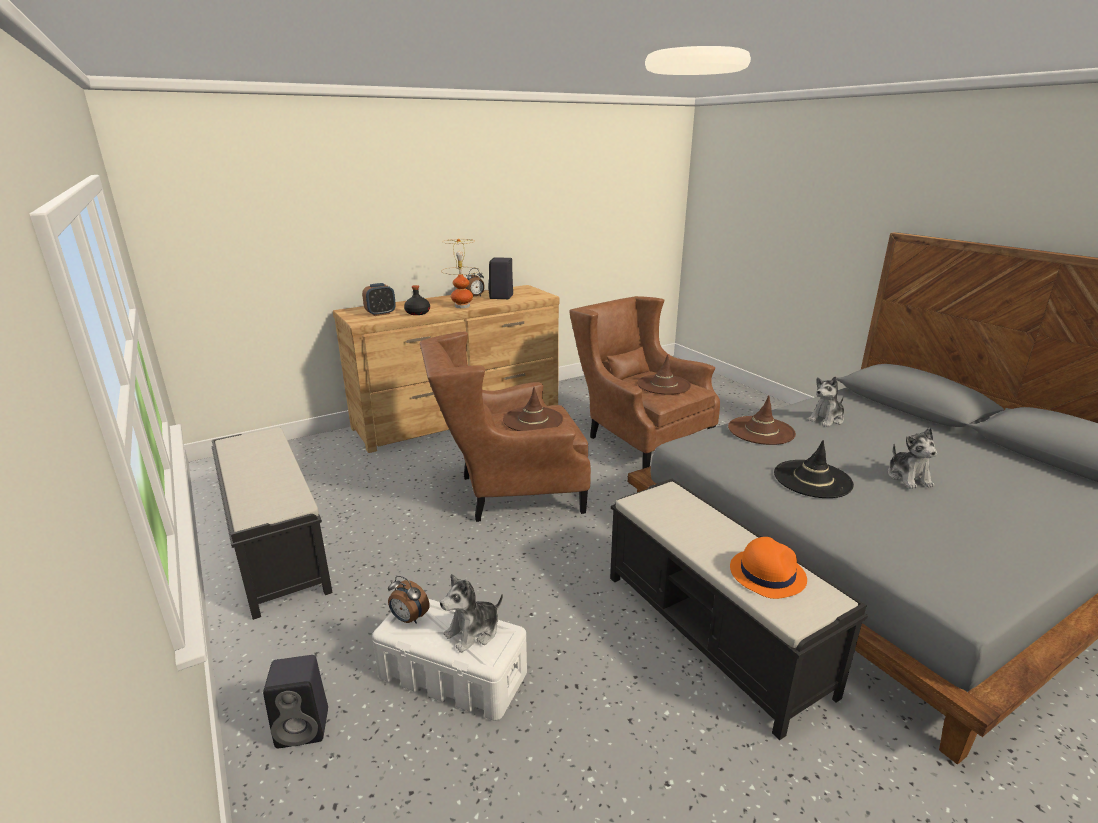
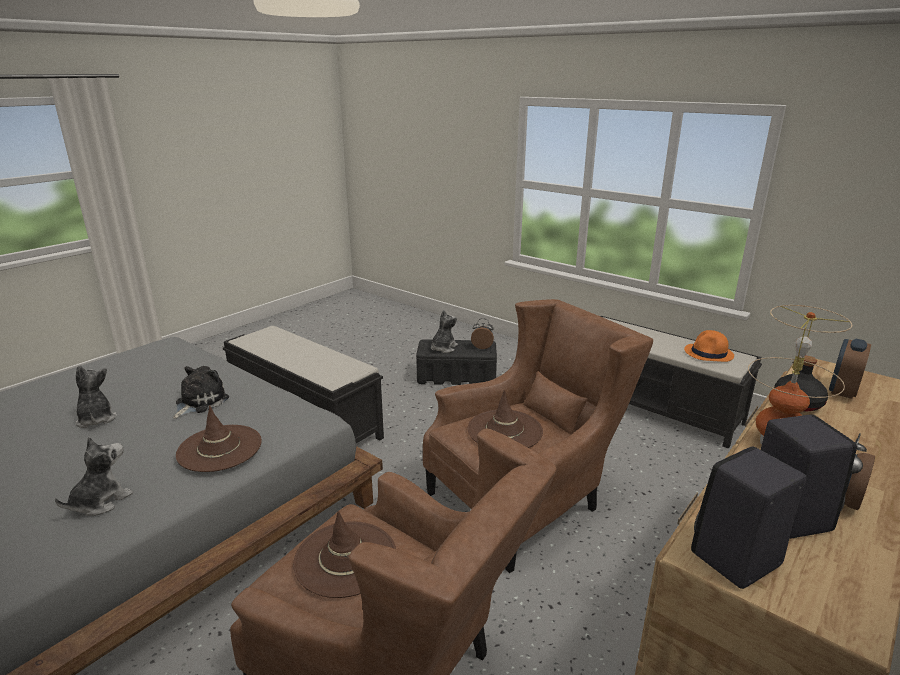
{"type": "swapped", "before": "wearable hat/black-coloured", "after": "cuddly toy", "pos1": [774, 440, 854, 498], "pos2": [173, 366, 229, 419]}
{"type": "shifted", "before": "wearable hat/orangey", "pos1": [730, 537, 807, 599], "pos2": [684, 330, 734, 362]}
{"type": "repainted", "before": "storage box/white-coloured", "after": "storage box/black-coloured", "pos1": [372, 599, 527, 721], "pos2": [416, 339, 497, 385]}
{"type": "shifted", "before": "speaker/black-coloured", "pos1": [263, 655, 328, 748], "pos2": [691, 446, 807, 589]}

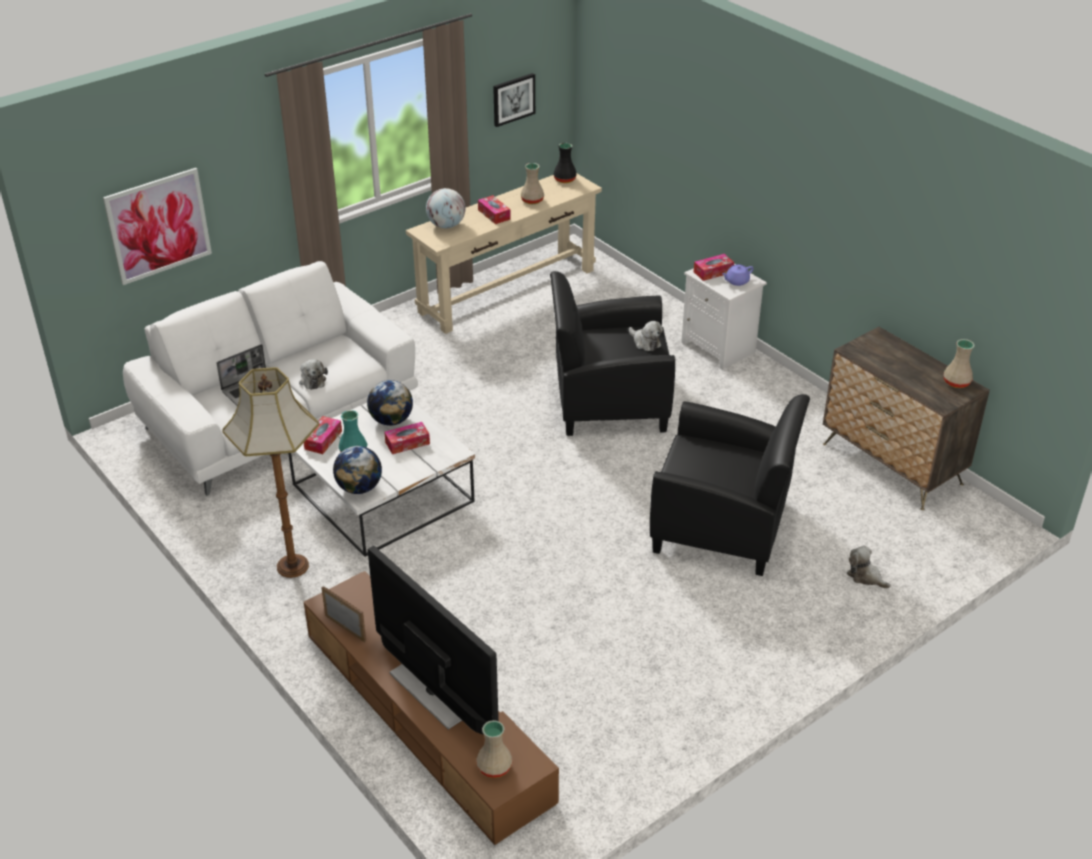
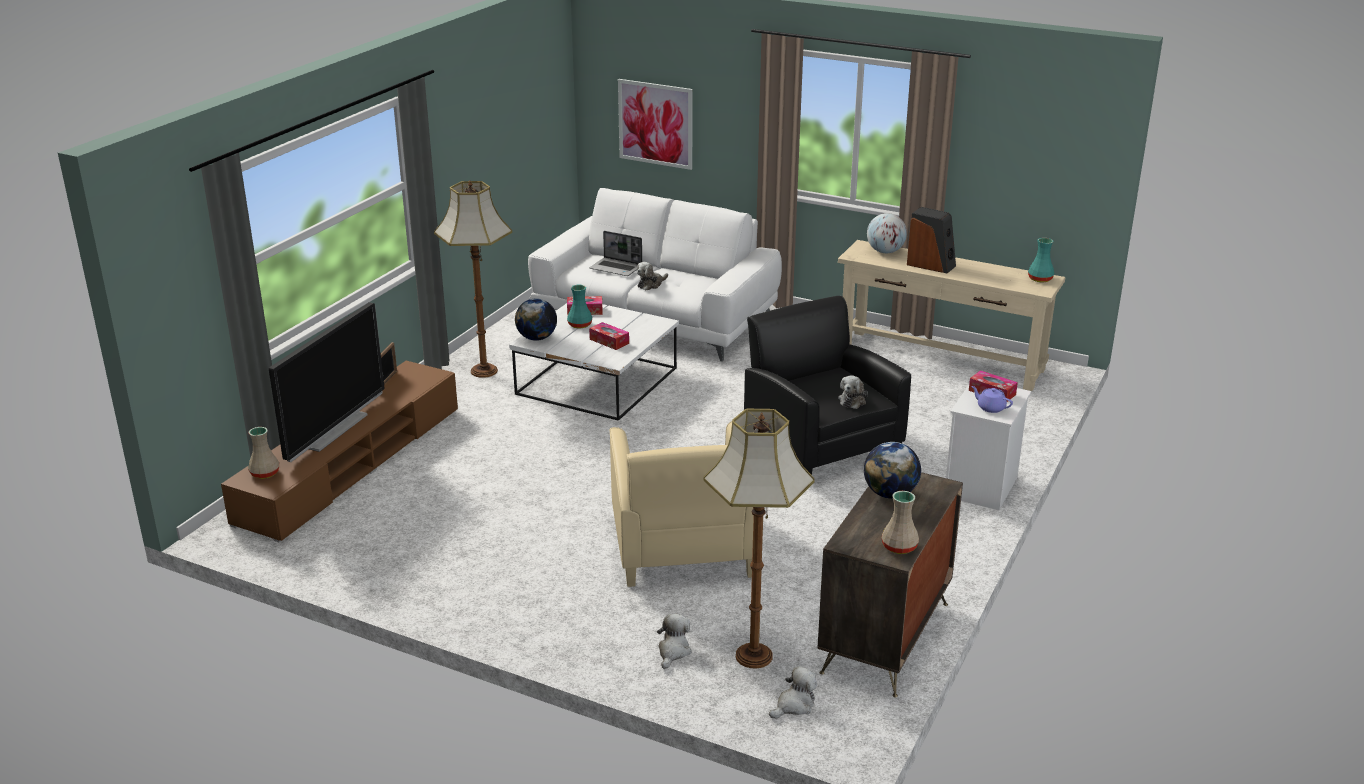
{"type": "gone", "before": "wall art", "pos1": [493, 73, 535, 127]}
{"type": "repainted", "before": "flower vase/black-coloured", "after": "flower vase/turquoise-coloured", "pos1": [554, 143, 577, 183], "pos2": [1028, 238, 1055, 282]}
{"type": "gone", "before": "flower vase/beige", "pos1": [521, 163, 544, 204]}
{"type": "swapped", "before": "box of tissues", "after": "speaker", "pos1": [478, 195, 511, 224], "pos2": [907, 207, 956, 273]}
{"type": "shifted", "before": "world globe", "pos1": [367, 380, 413, 426], "pos2": [864, 442, 921, 499]}
{"type": "repainted", "before": "armchair/black-coloured", "after": "armchair/beige", "pos1": [650, 394, 810, 576], "pos2": [610, 421, 754, 587]}
{"type": "new", "after": "floor lamp", "pos2": [704, 409, 815, 669]}
{"type": "new", "after": "cuddly toy", "pos2": [769, 666, 817, 718]}

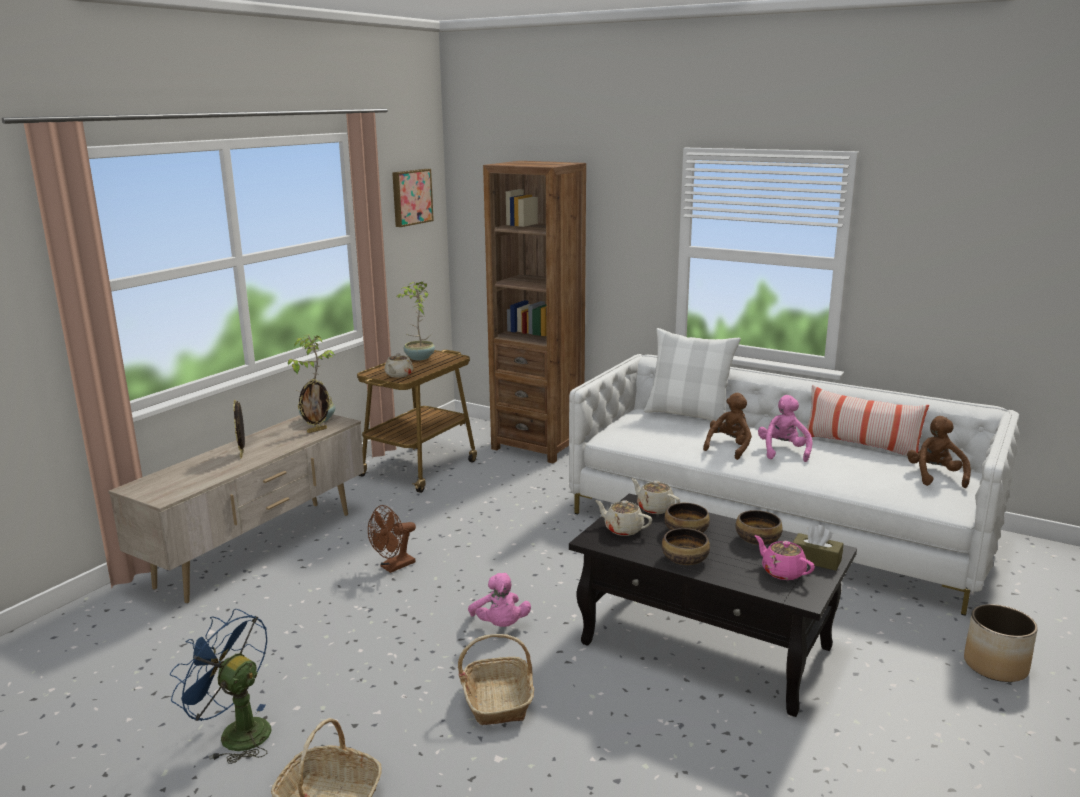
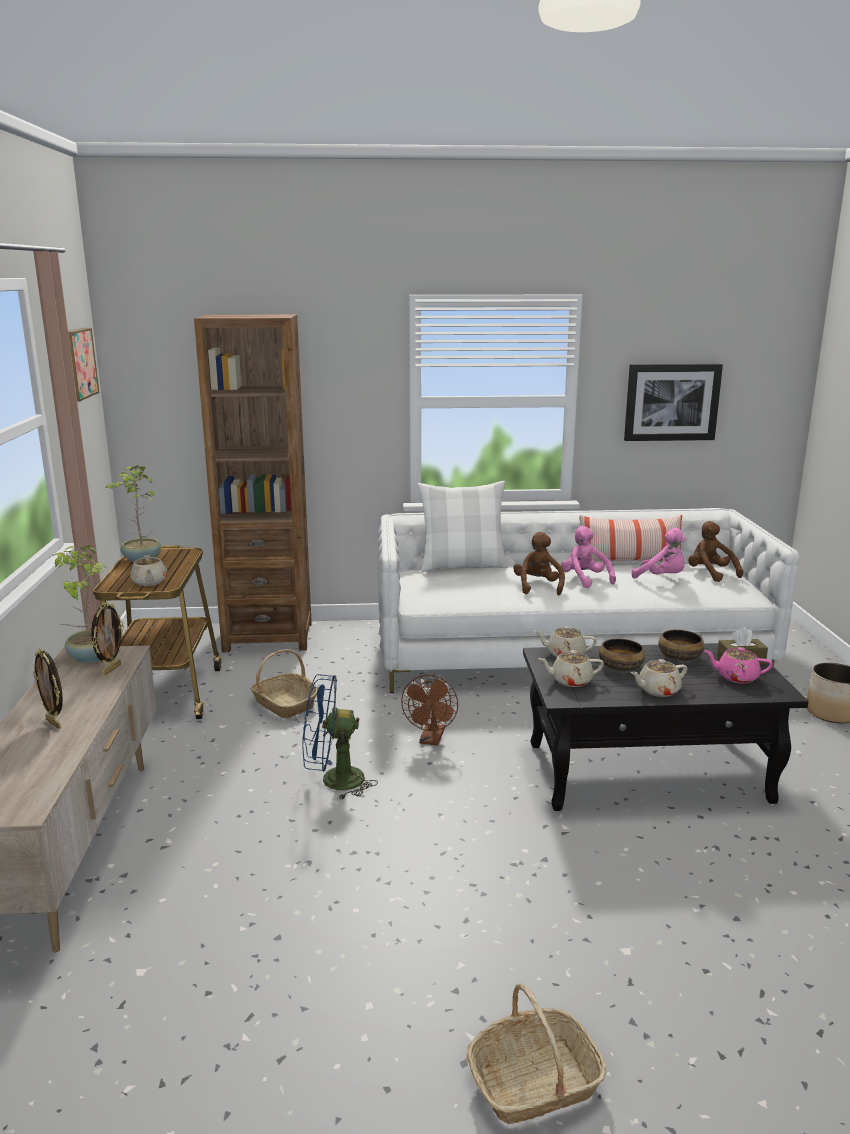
{"type": "shifted", "before": "cooling fan/brown-coloured", "pos1": [368, 505, 416, 573], "pos2": [401, 675, 458, 746]}
{"type": "swapped", "before": "deep dish", "after": "pot for tea/beige", "pos1": [662, 528, 710, 565], "pos2": [631, 659, 687, 697]}
{"type": "shifted", "before": "cuddly toy/pink-coloured", "pos1": [468, 573, 531, 627], "pos2": [632, 528, 686, 579]}
{"type": "shifted", "before": "cooling fan/blue", "pos1": [170, 609, 271, 764], "pos2": [302, 674, 378, 800]}
{"type": "shifted", "before": "basket", "pos1": [458, 634, 534, 725], "pos2": [250, 649, 318, 718]}
{"type": "new", "after": "wall art", "pos2": [624, 364, 723, 441]}

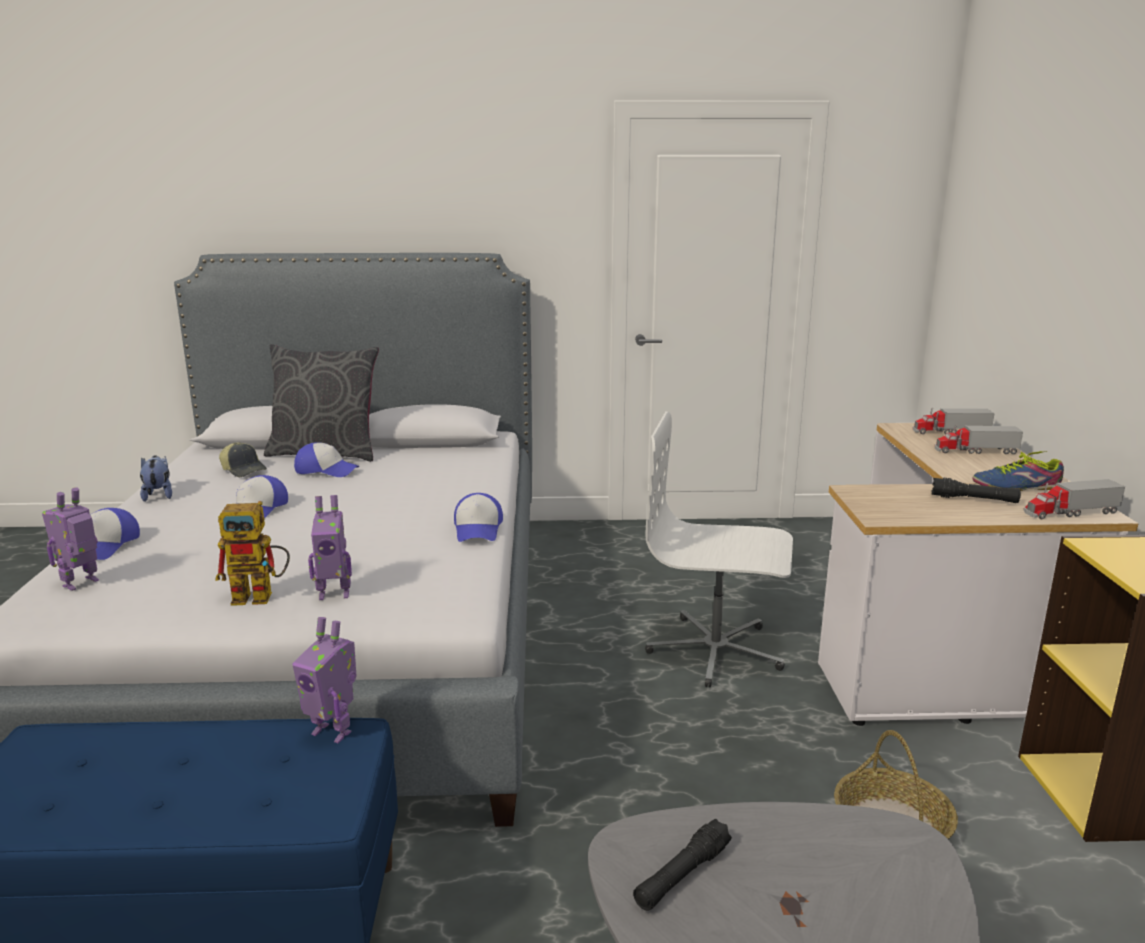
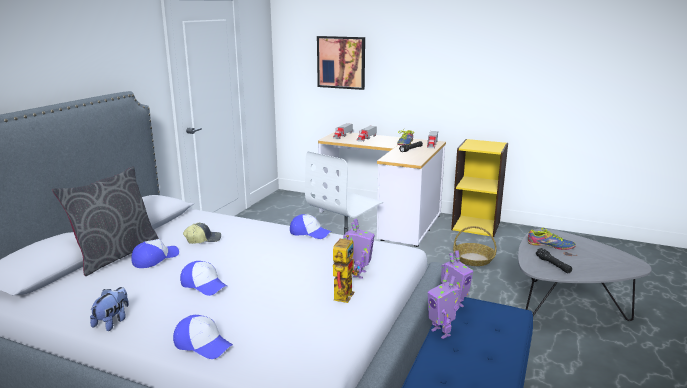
{"type": "shifted", "before": "cap", "pos1": [219, 442, 267, 477], "pos2": [183, 223, 221, 244]}
{"type": "rotated", "before": "cuddly toy", "pos1": [140, 455, 172, 502], "pos2": [90, 287, 129, 331], "turn": 105}
{"type": "shifted", "before": "model robot", "pos1": [42, 488, 99, 591], "pos2": [428, 272, 461, 339]}
{"type": "new", "after": "wall art", "pos2": [317, 36, 365, 90]}
{"type": "new", "after": "low shoe", "pos2": [528, 228, 576, 250]}

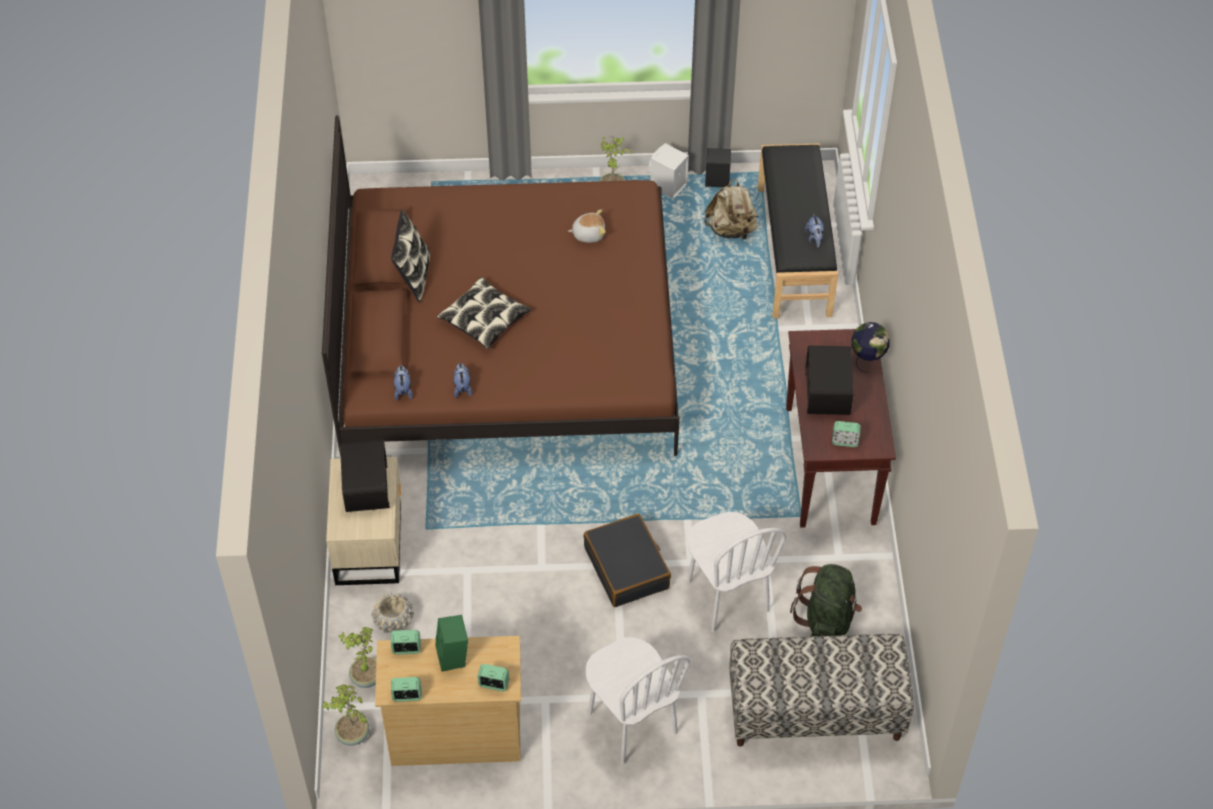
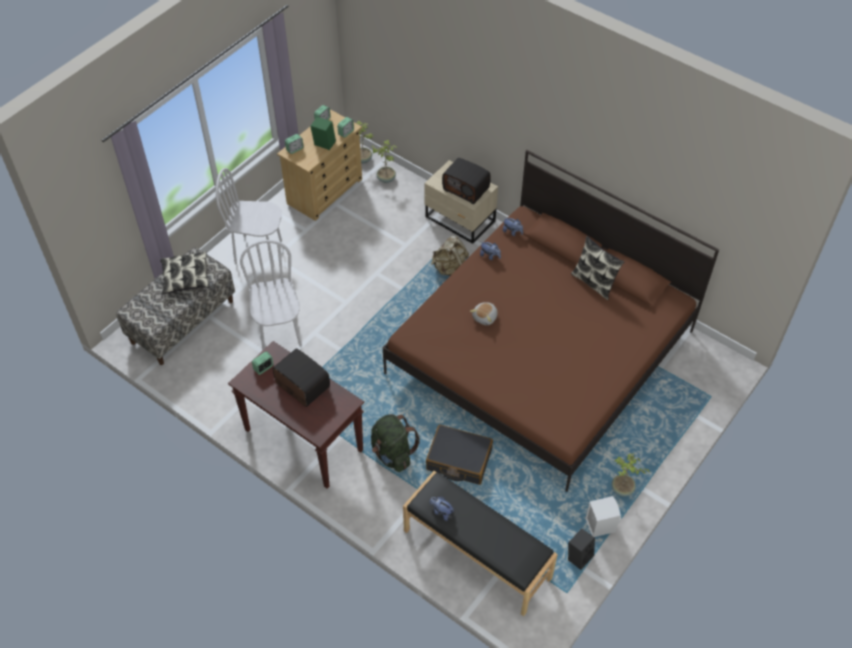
{"type": "shifted", "before": "rucksack/beige", "pos1": [704, 179, 759, 240], "pos2": [431, 236, 469, 276]}
{"type": "shifted", "before": "cuddly toy", "pos1": [568, 209, 606, 243], "pos2": [470, 302, 498, 325]}
{"type": "shifted", "before": "throw pillow", "pos1": [437, 277, 531, 350], "pos2": [160, 251, 210, 295]}
{"type": "gone", "before": "world globe", "pos1": [852, 322, 890, 373]}
{"type": "rotated", "before": "chair/white-coloured", "pos1": [687, 512, 786, 632], "pos2": [240, 240, 302, 350], "turn": 60}
{"type": "shifted", "before": "suitcase/black-coloured", "pos1": [584, 514, 671, 607], "pos2": [426, 424, 493, 485]}
{"type": "shifted", "before": "rucksack/greenish", "pos1": [790, 564, 862, 637], "pos2": [371, 414, 420, 472]}
{"type": "gone", "before": "flower pot/beige", "pos1": [371, 593, 414, 633]}

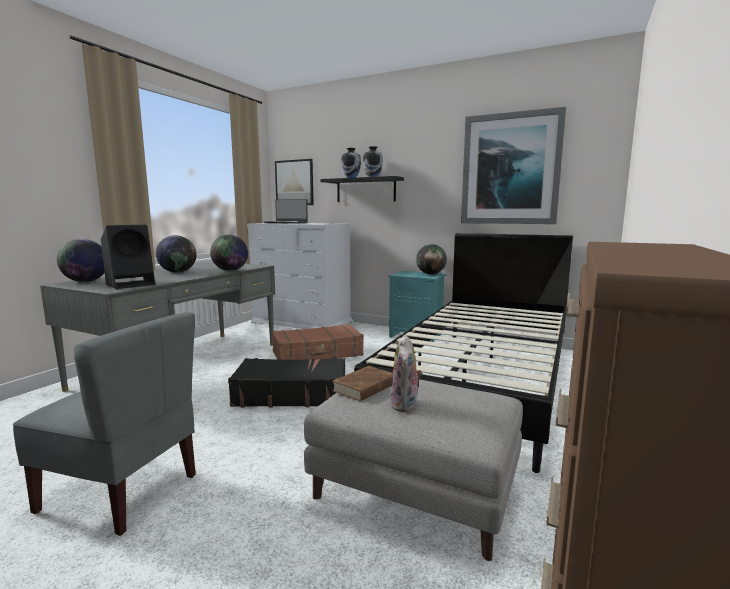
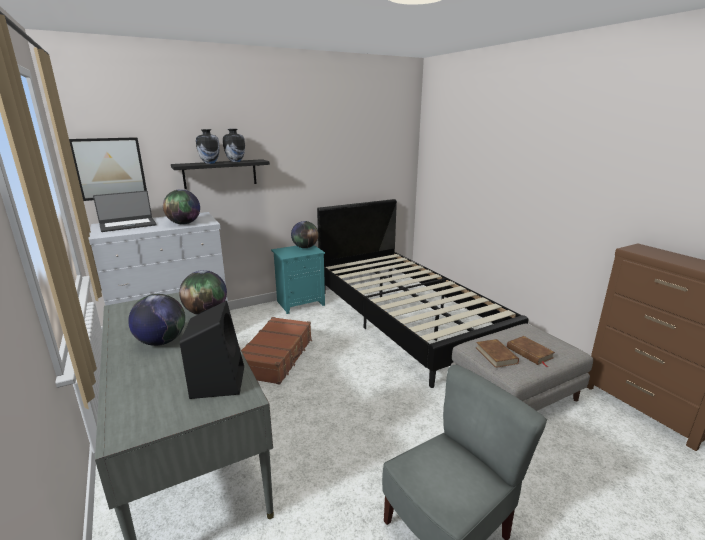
{"type": "gone", "before": "wall art", "pos1": [461, 107, 566, 224]}
{"type": "shifted", "before": "world globe", "pos1": [57, 239, 105, 282], "pos2": [163, 189, 200, 224]}
{"type": "swapped", "before": "cuddly toy", "after": "volume/brown-coloured", "pos1": [390, 335, 423, 412], "pos2": [507, 336, 555, 367]}
{"type": "gone", "before": "suitcase/black-coloured", "pos1": [228, 358, 345, 408]}

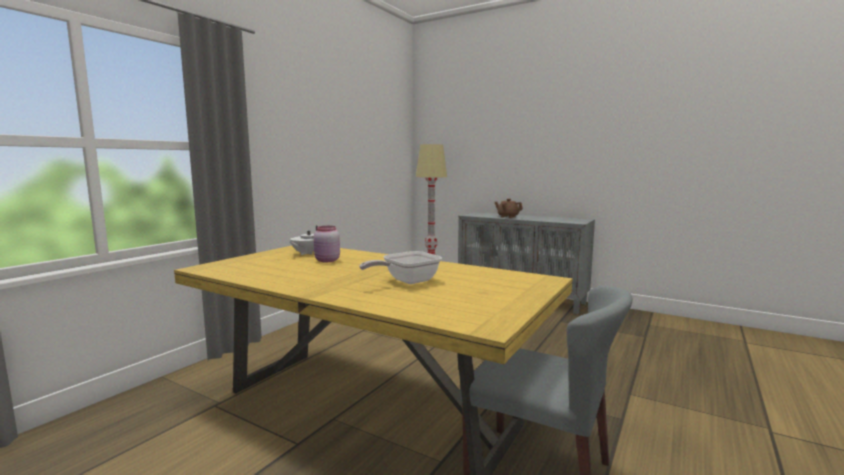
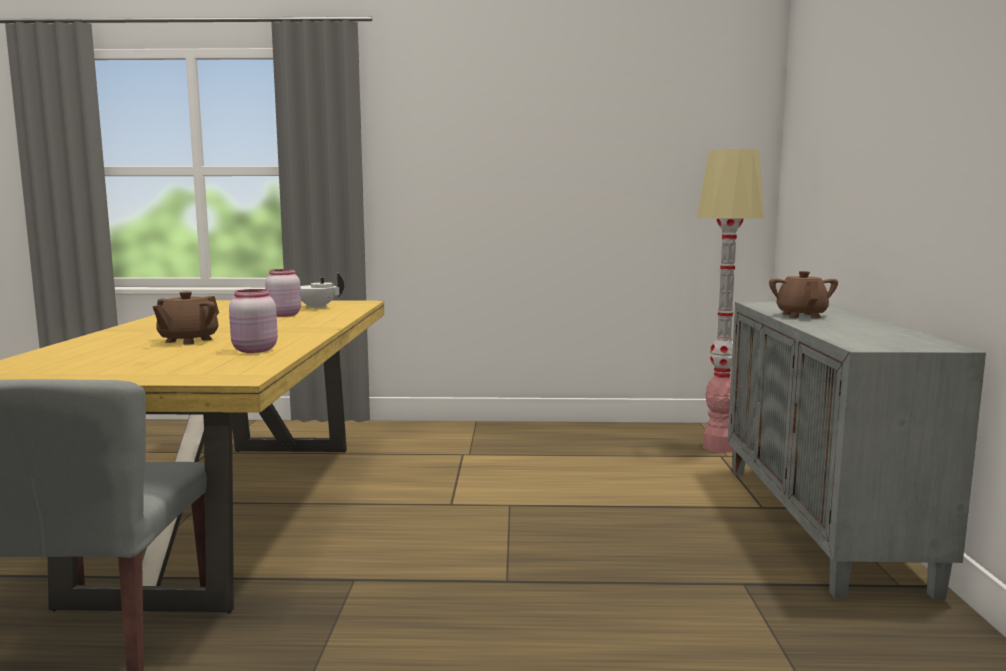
{"type": "swapped", "before": "pan", "after": "pot for tea/brown-coloured", "pos1": [359, 251, 442, 284], "pos2": [153, 291, 219, 344]}
{"type": "new", "after": "storage jar/pink-coloured", "pos2": [229, 289, 278, 353]}

